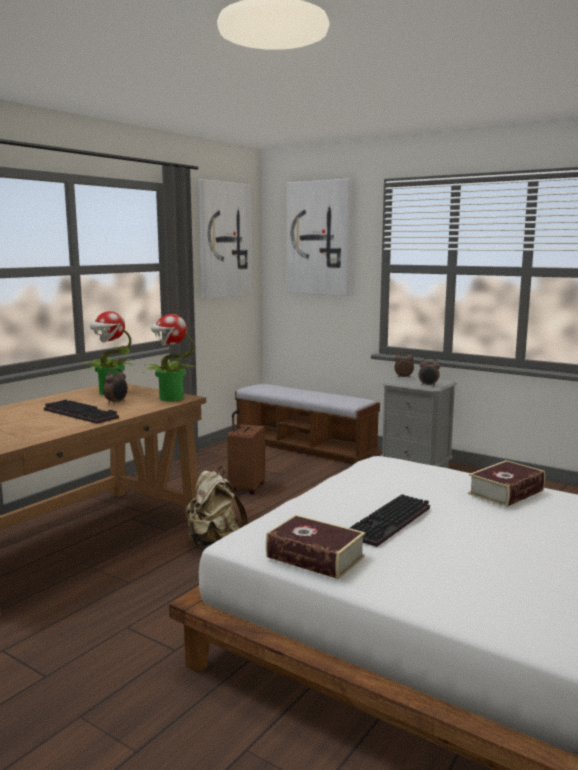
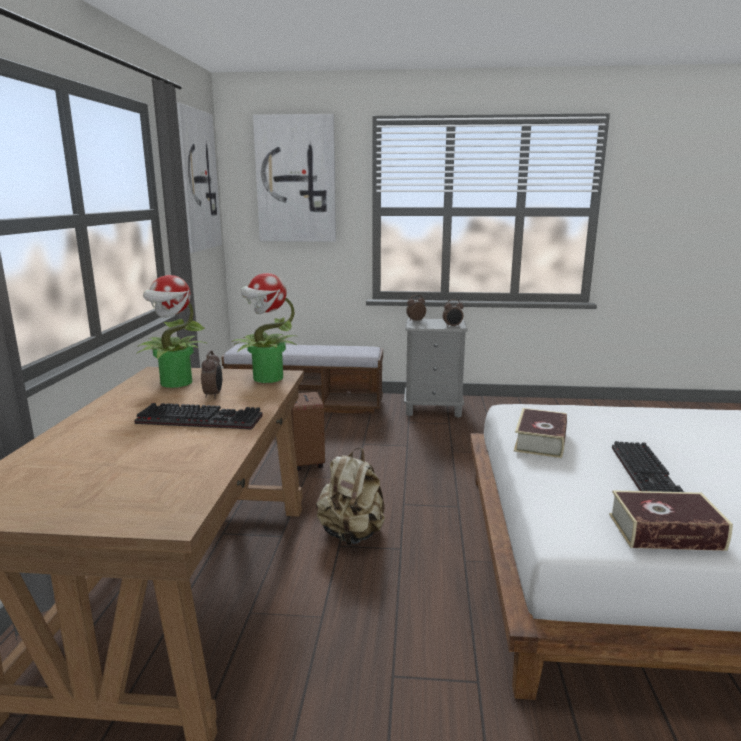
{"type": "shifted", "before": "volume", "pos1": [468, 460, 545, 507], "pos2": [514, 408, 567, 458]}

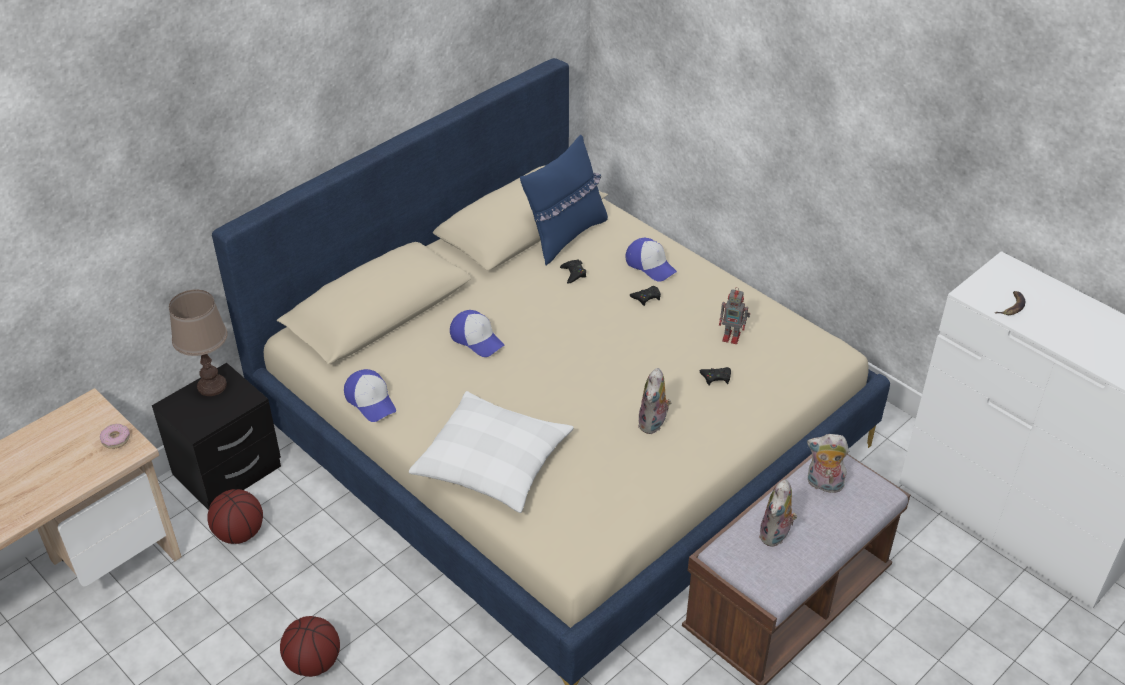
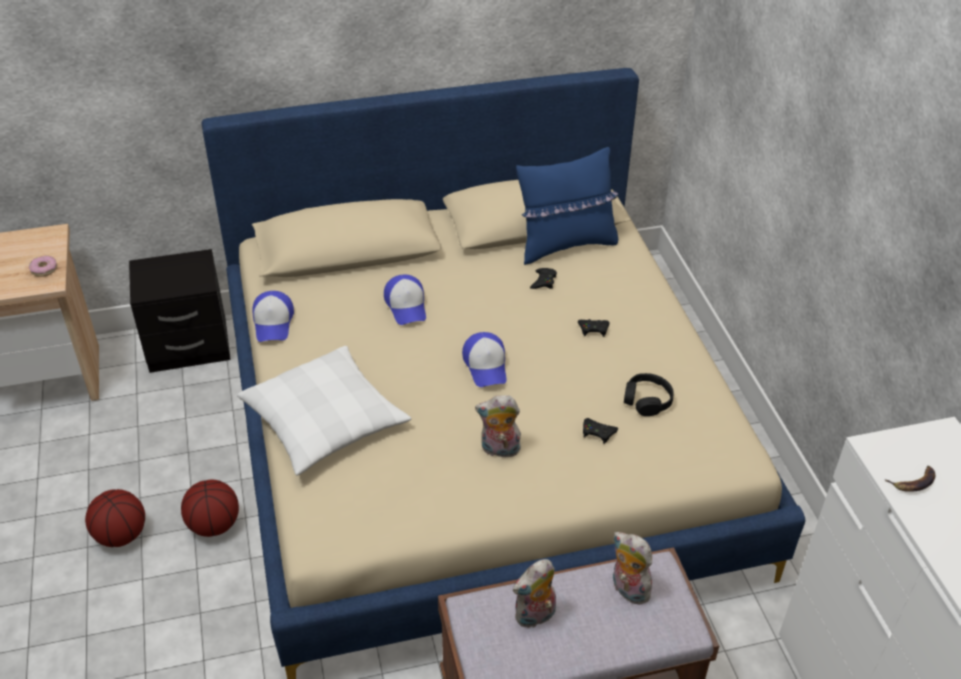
{"type": "shifted", "before": "cap", "pos1": [626, 238, 677, 282], "pos2": [462, 332, 506, 387]}
{"type": "swapped", "before": "model robot", "after": "headset/black-coloured", "pos1": [719, 287, 750, 344], "pos2": [624, 373, 674, 416]}
{"type": "gone", "before": "lamp for a table/brown-coloured", "pos1": [169, 290, 228, 396]}
{"type": "rotated", "before": "cuddly toy", "pos1": [638, 368, 672, 434], "pos2": [475, 395, 521, 458], "turn": 45}
{"type": "shifted", "before": "basketball", "pos1": [207, 489, 263, 544], "pos2": [181, 480, 239, 537]}

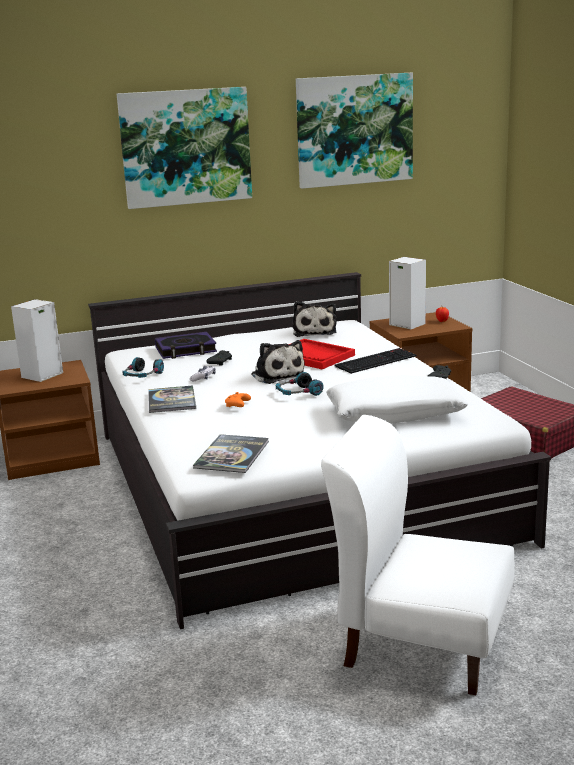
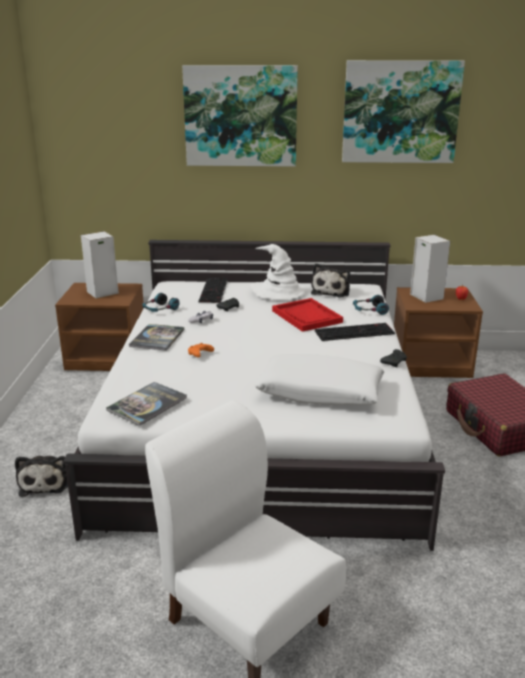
{"type": "swapped", "before": "volume", "after": "PC keyboard", "pos1": [155, 332, 217, 359], "pos2": [198, 278, 228, 303]}
{"type": "shifted", "before": "cuddly toy", "pos1": [251, 340, 305, 384], "pos2": [15, 456, 68, 497]}
{"type": "shifted", "before": "headset", "pos1": [276, 372, 324, 396], "pos2": [353, 295, 389, 315]}
{"type": "new", "after": "wearable hat/white-coloured", "pos2": [250, 244, 305, 300]}

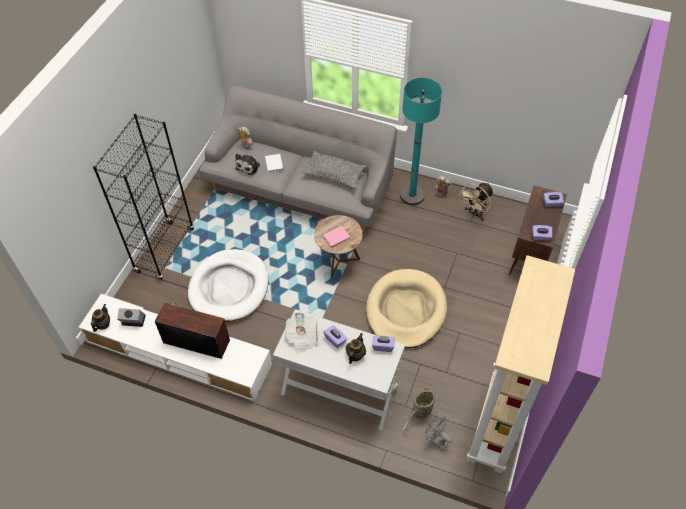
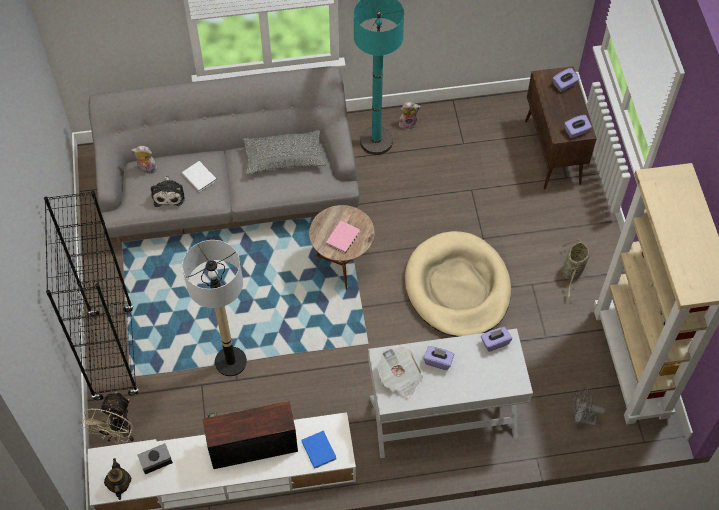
{"type": "shifted", "before": "cooling fan/beige", "pos1": [459, 183, 494, 221], "pos2": [81, 392, 134, 443]}
{"type": "swapped", "before": "pet bed/white-coloured", "after": "floor lamp", "pos1": [188, 249, 268, 322], "pos2": [182, 240, 247, 376]}
{"type": "gone", "before": "pot for tea", "pos1": [346, 333, 366, 364]}
{"type": "shifted", "before": "basket", "pos1": [402, 388, 436, 433], "pos2": [561, 238, 590, 300]}
{"type": "new", "after": "volume/blue", "pos2": [301, 430, 337, 469]}

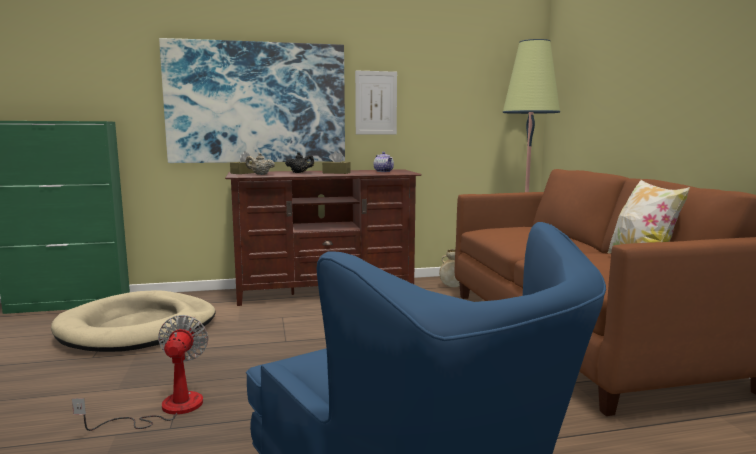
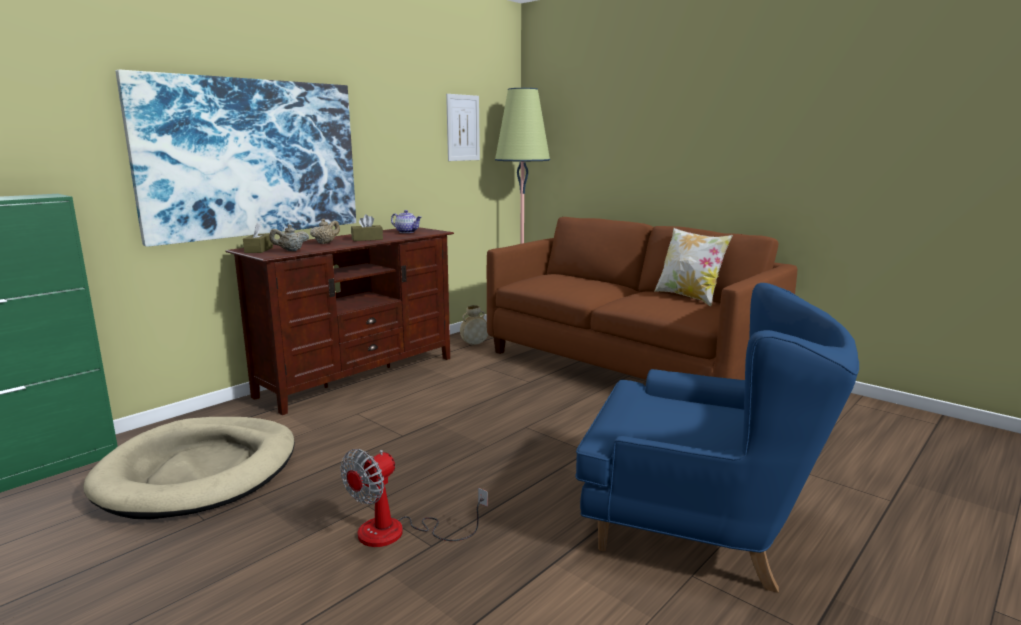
{"type": "shifted", "before": "wall art", "pos1": [355, 71, 397, 134], "pos2": [446, 94, 480, 161]}
{"type": "repainted", "before": "pot for tea/black-coloured", "after": "pot for tea/beige", "pos1": [285, 152, 314, 173], "pos2": [310, 219, 340, 244]}
{"type": "rotated", "before": "cooling fan", "pos1": [72, 315, 209, 431], "pos2": [340, 449, 488, 547], "turn": -105}

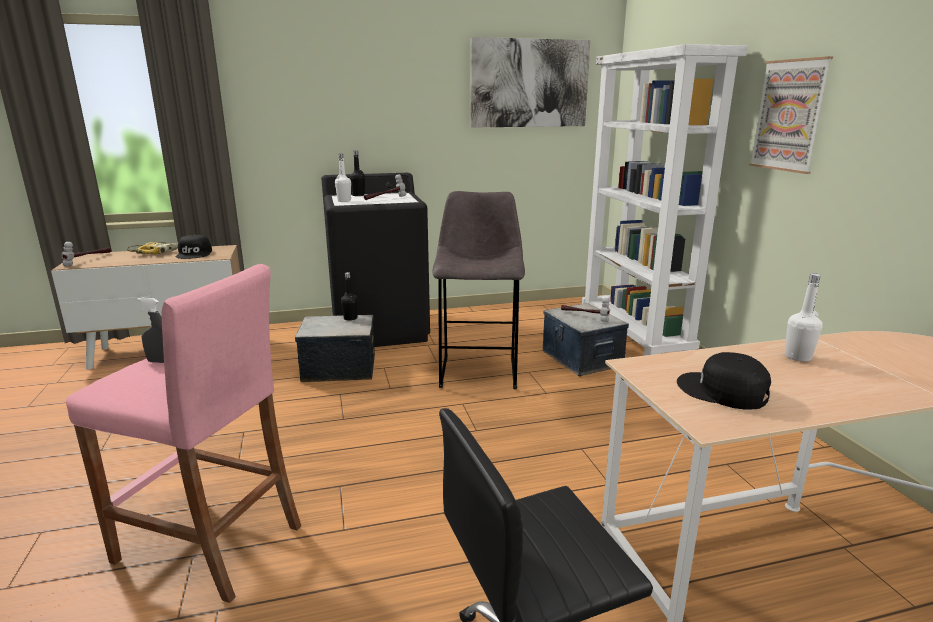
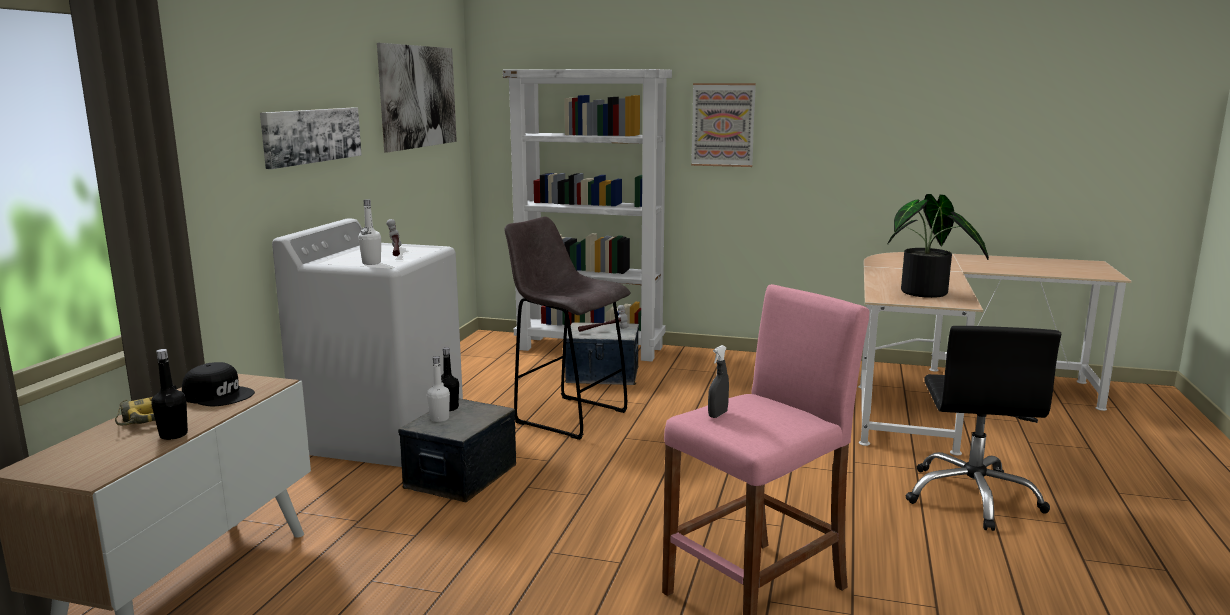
{"type": "shifted", "before": "bottle/black-coloured", "pos1": [350, 151, 365, 196], "pos2": [151, 349, 188, 440]}
{"type": "repainted", "before": "laundry appliance/black-coloured", "after": "laundry appliance/white-coloured", "pos1": [321, 173, 430, 347], "pos2": [272, 218, 463, 467]}
{"type": "gone", "before": "tool hammer", "pos1": [62, 242, 111, 266]}
{"type": "shifted", "before": "bottle/white-coloured", "pos1": [785, 273, 823, 362], "pos2": [427, 356, 450, 422]}
{"type": "swapped", "before": "cap/black-coloured", "after": "houseplant", "pos1": [677, 352, 771, 410], "pos2": [888, 194, 989, 298]}
{"type": "new", "after": "wall art", "pos2": [260, 108, 362, 169]}

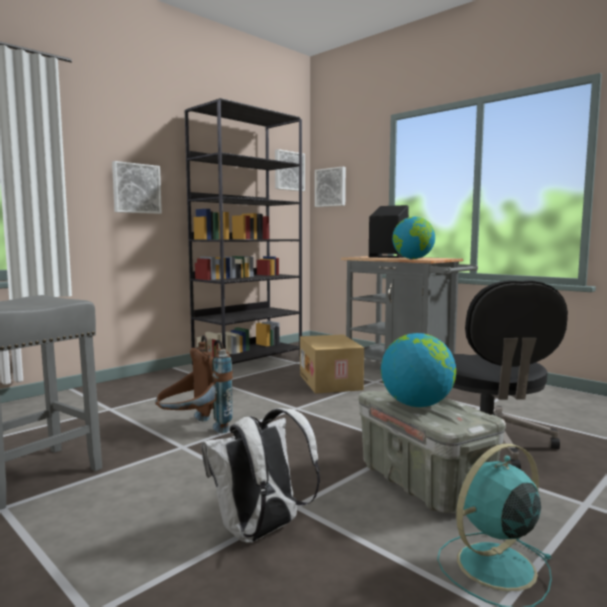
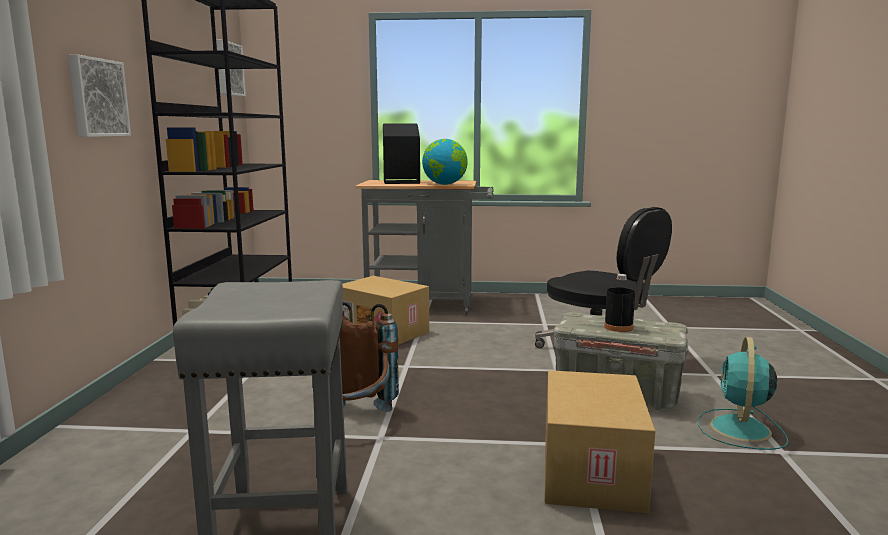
{"type": "gone", "before": "wall art", "pos1": [315, 166, 346, 207]}
{"type": "swapped", "before": "world globe", "after": "bottle/black-coloured", "pos1": [381, 333, 456, 407], "pos2": [604, 274, 635, 332]}
{"type": "swapped", "before": "rucksack/white-coloured", "after": "cardboard box", "pos1": [201, 408, 320, 543], "pos2": [545, 370, 655, 513]}

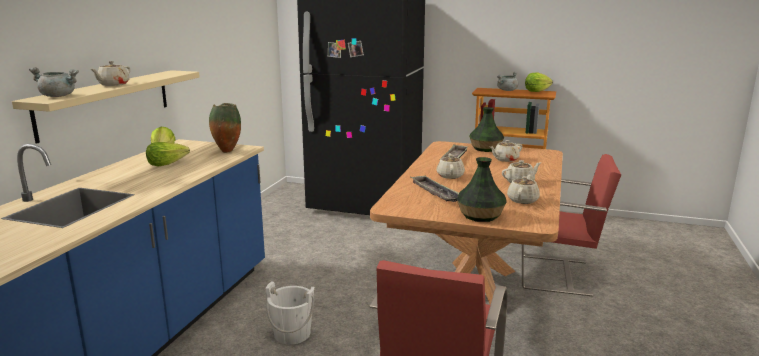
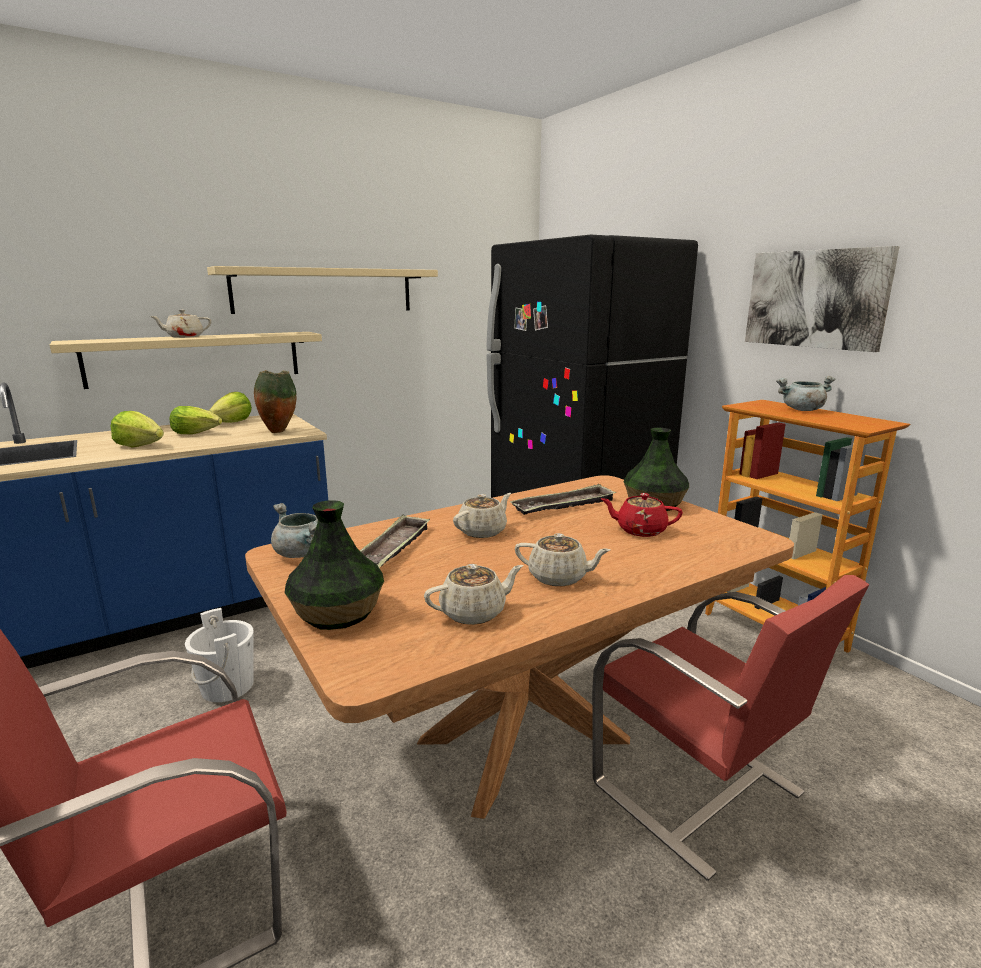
{"type": "shifted", "before": "saucepot/grey", "pos1": [29, 67, 79, 97], "pos2": [271, 503, 318, 558]}
{"type": "shifted", "before": "head of lettuce", "pos1": [525, 73, 553, 92], "pos2": [110, 411, 164, 447]}
{"type": "repainted", "before": "pot for tea/beige", "after": "pot for tea/red-coloured", "pos1": [490, 140, 522, 162], "pos2": [601, 493, 683, 537]}
{"type": "new", "after": "wall art", "pos2": [745, 246, 900, 352]}
{"type": "new", "after": "bracket shelf/beige", "pos2": [207, 266, 438, 314]}

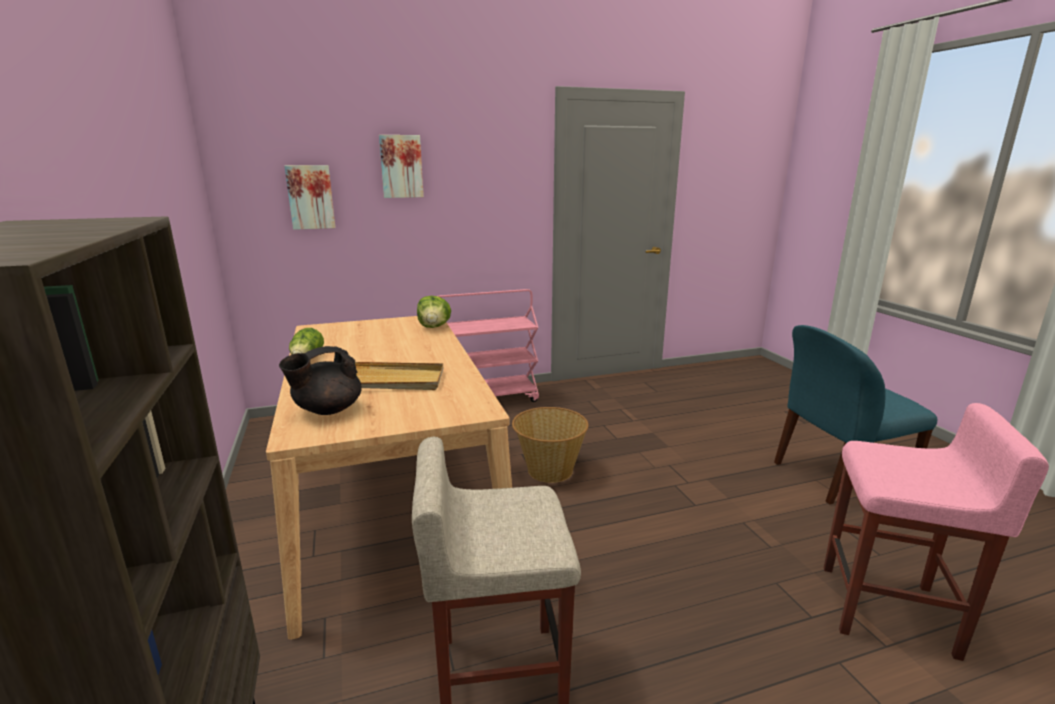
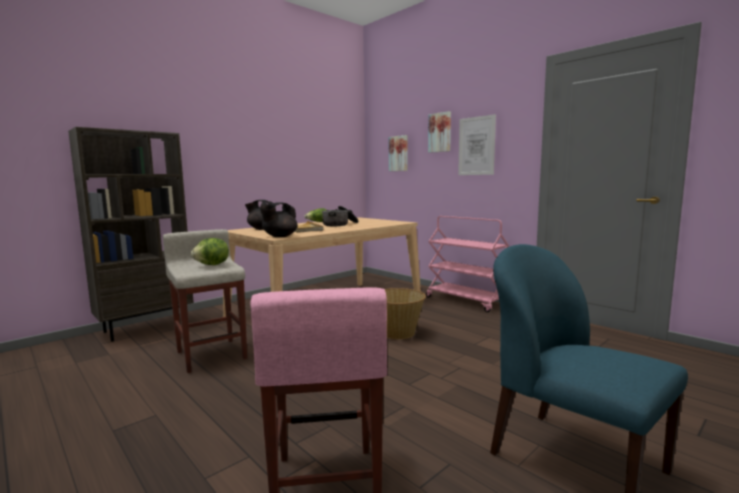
{"type": "shifted", "before": "head of lettuce", "pos1": [417, 296, 451, 328], "pos2": [191, 238, 229, 265]}
{"type": "new", "after": "wall art", "pos2": [458, 114, 496, 175]}
{"type": "new", "after": "pot for tea/black-coloured", "pos2": [260, 202, 298, 237]}
{"type": "new", "after": "saucepot", "pos2": [322, 206, 358, 226]}

